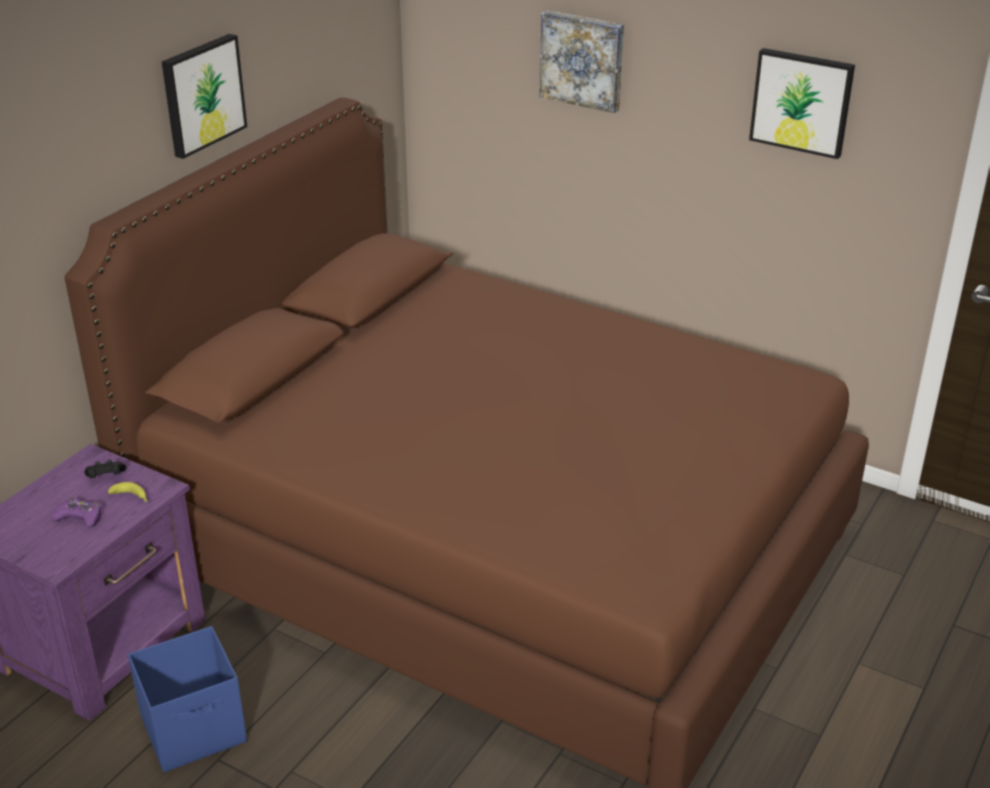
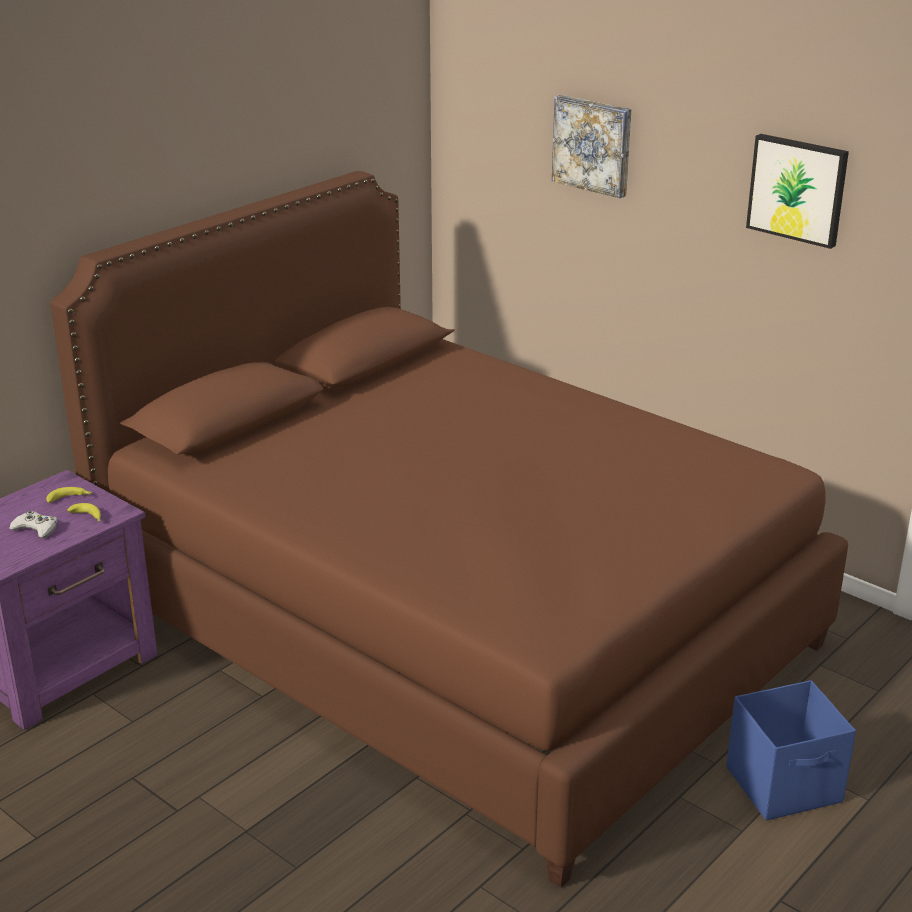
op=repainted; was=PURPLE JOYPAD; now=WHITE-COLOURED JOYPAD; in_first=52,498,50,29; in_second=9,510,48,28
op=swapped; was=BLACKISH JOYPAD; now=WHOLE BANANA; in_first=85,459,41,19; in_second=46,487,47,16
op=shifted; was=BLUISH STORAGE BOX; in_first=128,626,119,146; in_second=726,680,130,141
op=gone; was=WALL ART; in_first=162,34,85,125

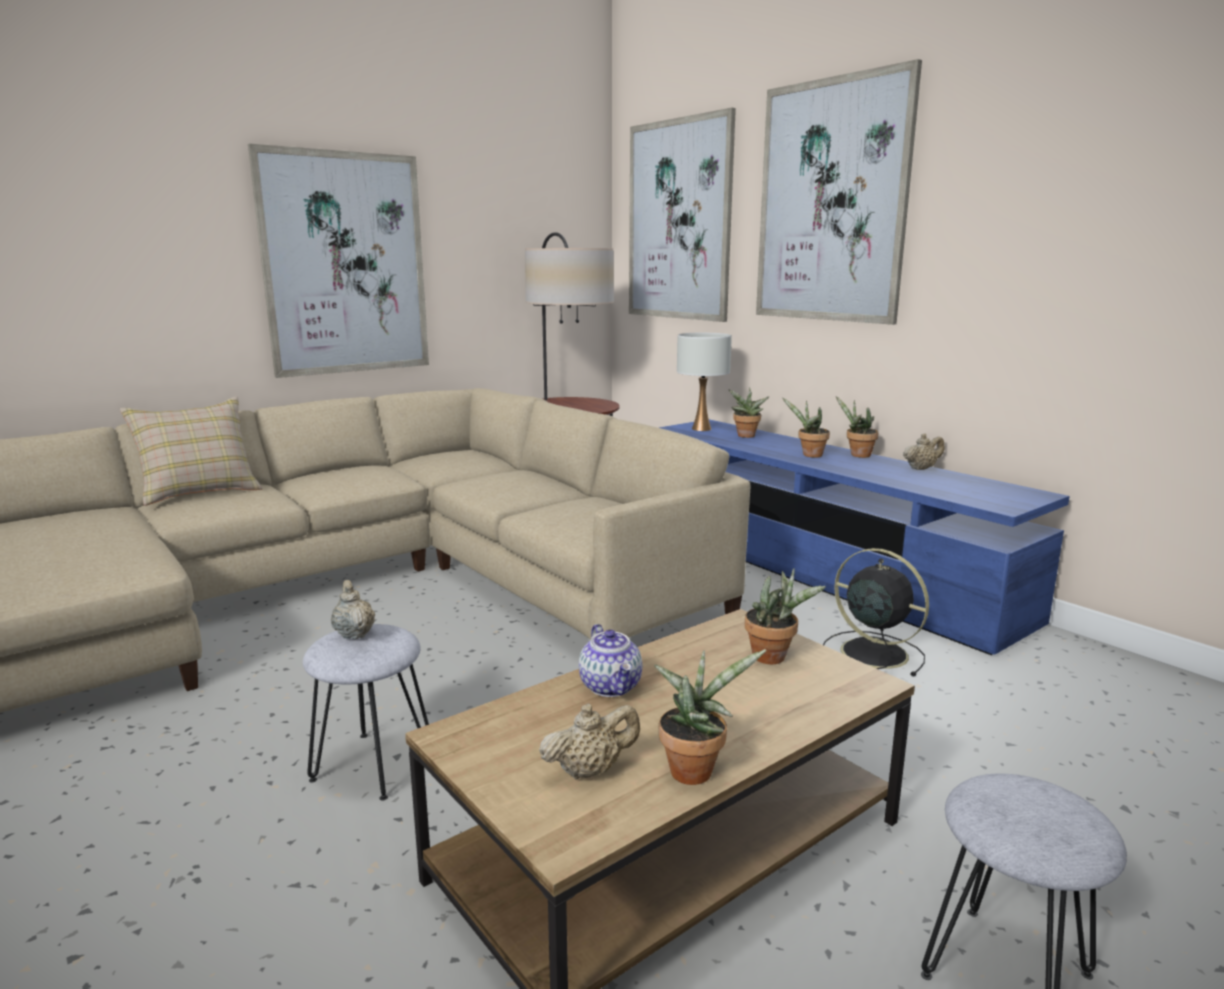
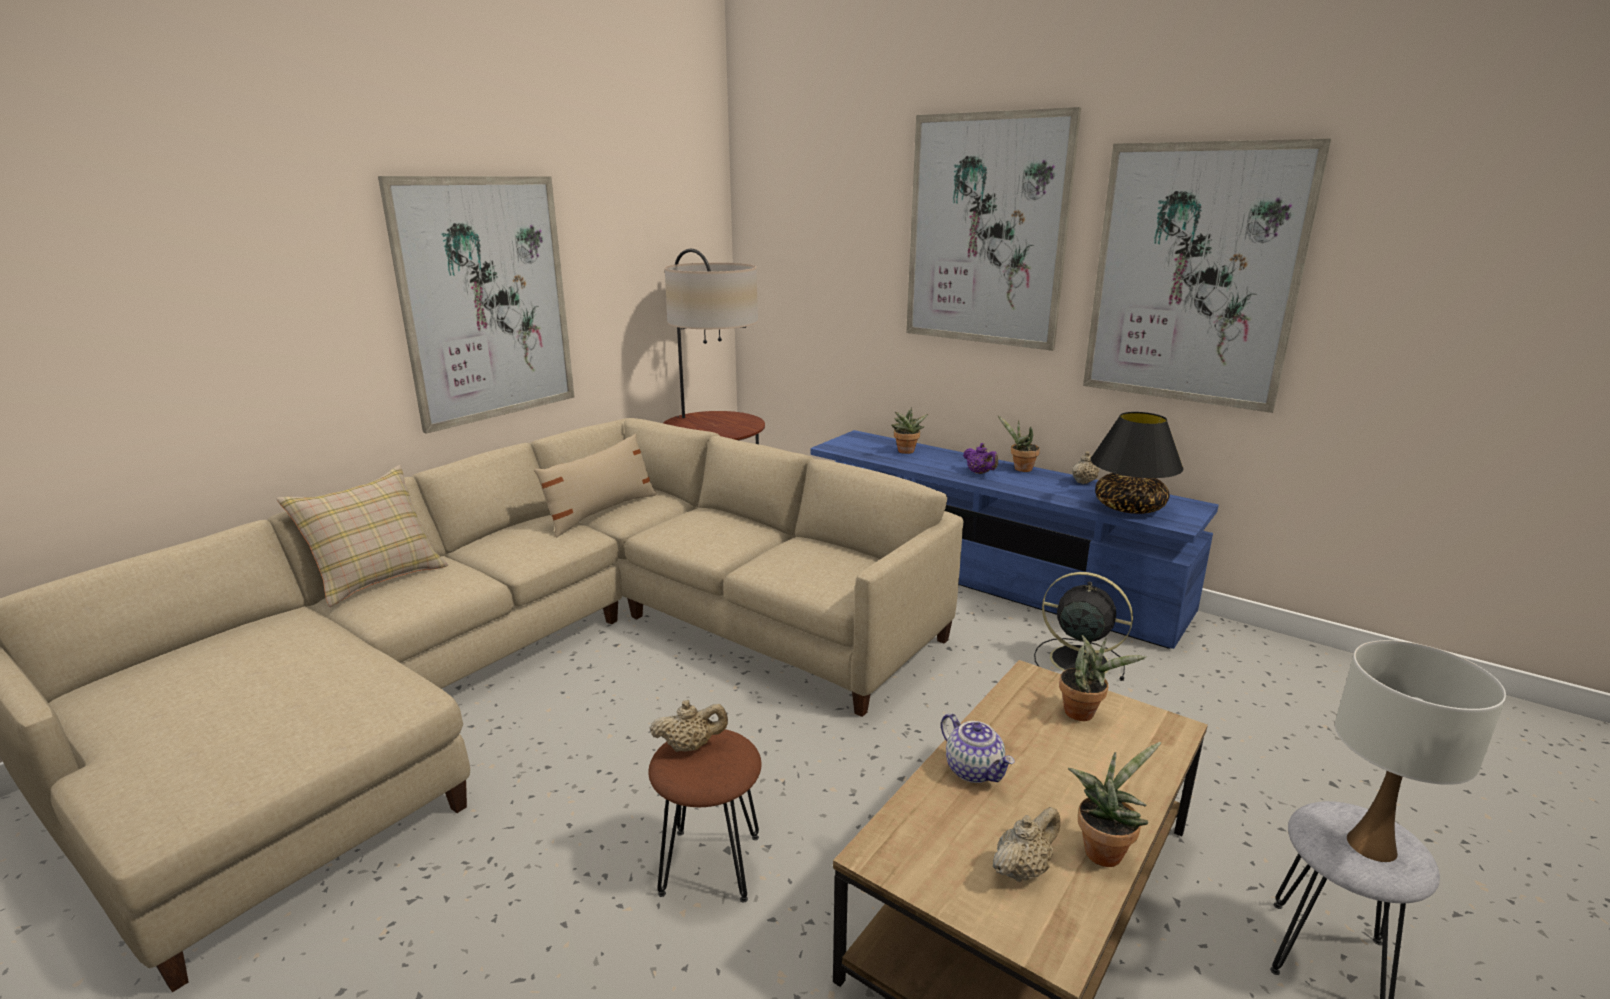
op=repainted; was=GRAY STOOL SEAT; now=BROWNISH STOOL SEAT; in_first=303,624,126,176; in_second=648,729,114,173
op=rotated; was=BEIGE-COLOURED TEAPOT; in_first=331,580,44,59; in_second=650,700,78,52; clockwise=120
op=shifted; was=WALL ART; in_first=629,108,107,214; in_second=1083,138,249,275
op=shifted; was=WHITE-COLOURED TABLETOP LAMP; in_first=677,332,55,99; in_second=1335,640,171,222
op=swapped; was=PLANT IN A POT; now=PURPLE TEAPOT; in_first=782,398,48,60; in_second=963,443,35,31
op=new; now=BEIGE-COLOURED PILLOW; in_second=534,434,123,104
op=new; now=BLACKISH TABLETOP LAMP; in_second=1090,412,94,102

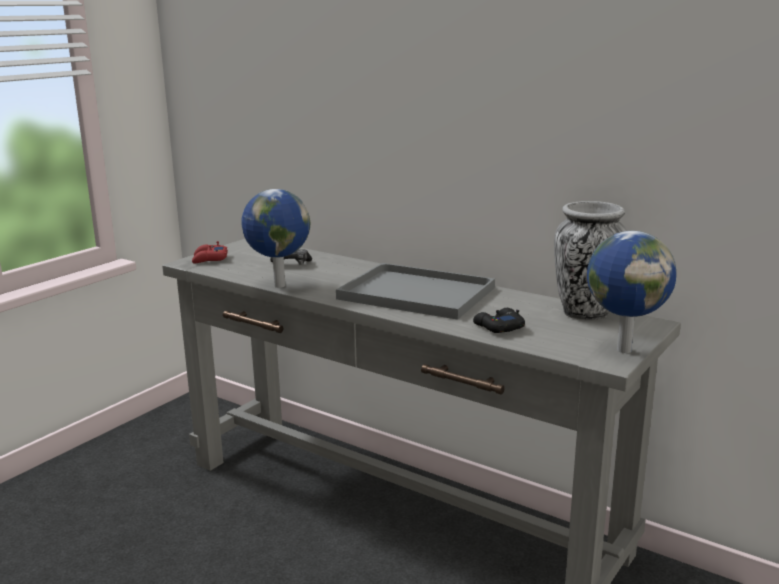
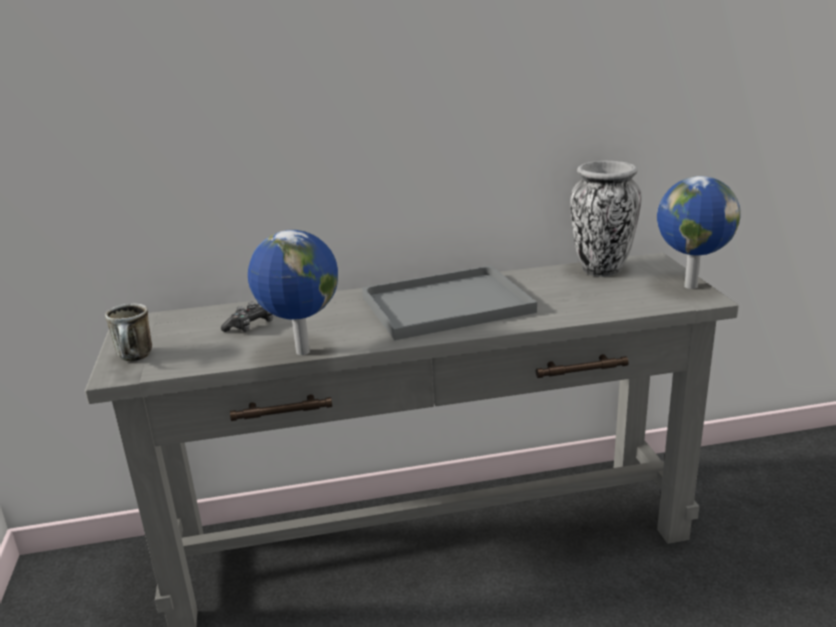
op=swapped; was=RED-COLOURED JOYPAD; now=COFFEE MUG; in_first=192,241,36,23; in_second=105,303,47,58
op=gone; was=BLACKISH JOYPAD; in_first=473,308,52,25

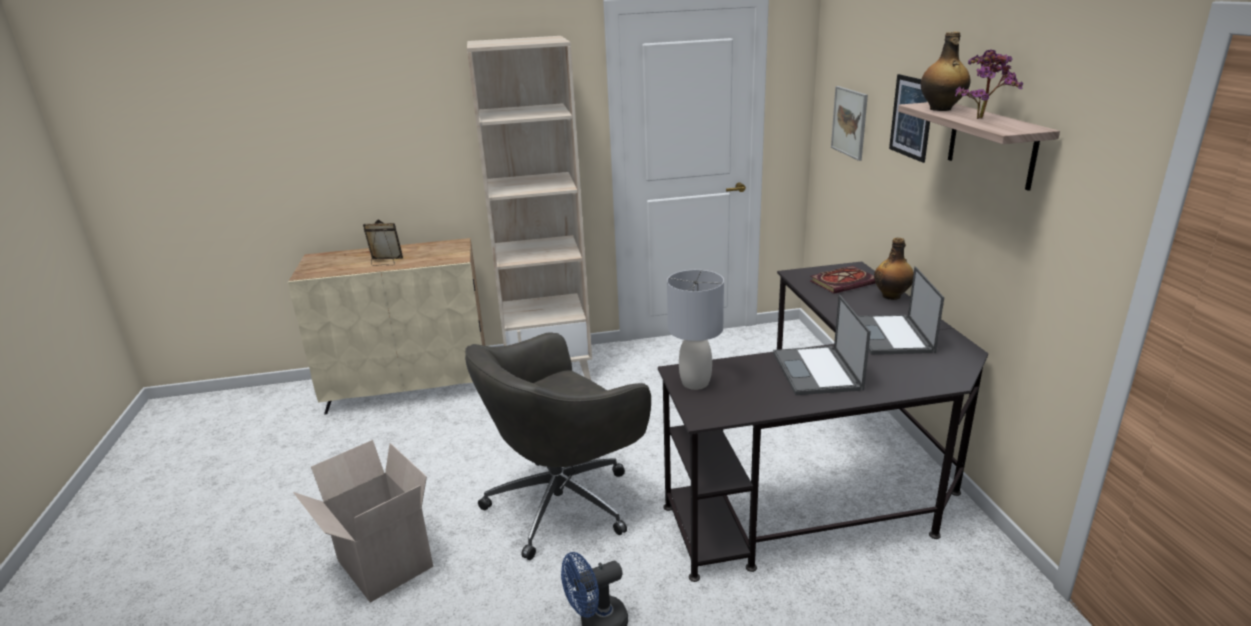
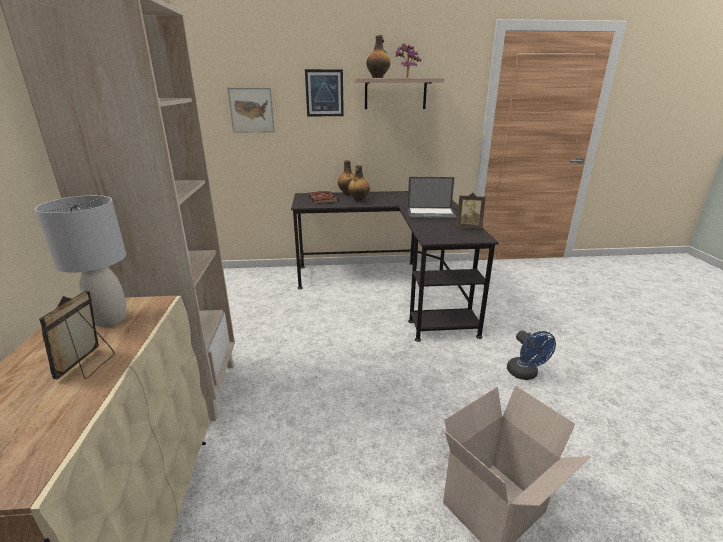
op=gone; was=GRAY OFFICE CHAIR; in_first=465,332,186,228
op=shifted; was=GRAY TABLETOP LAMP; in_first=667,270,57,120; in_second=35,195,91,132
op=gone; was=NOTEBOOK COMPUTER; in_first=858,266,86,89
op=new; now=BEVERAGE BOTTLE; in_second=348,165,22,37
op=new; now=STANDING FRAME; in_second=456,193,30,36

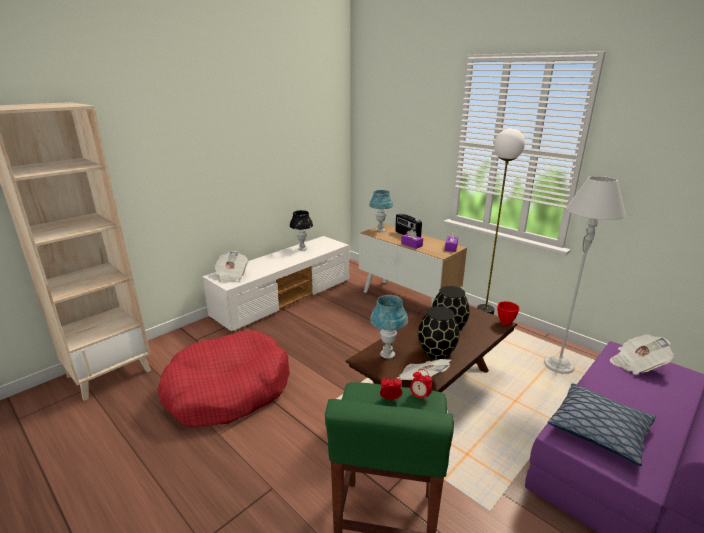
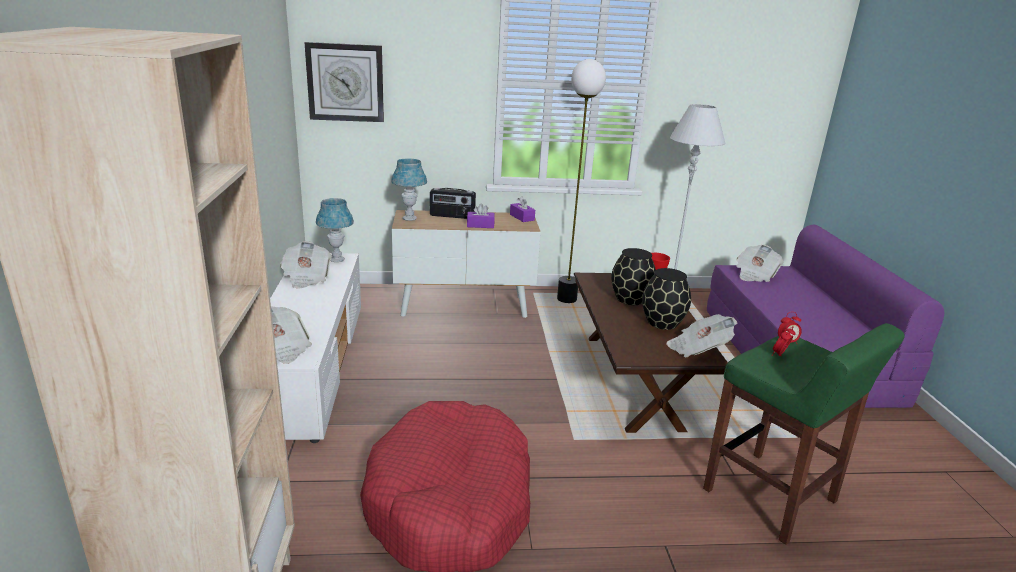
op=swapped; was=BLACKISH TABLETOP LAMP; now=DAILY PAPER; in_first=290,210,23,41; in_second=280,241,52,48
op=shifted; was=BLUISH TABLETOP LAMP; in_first=370,295,38,64; in_second=316,198,38,64
op=gone; was=PILLOW; in_first=548,383,108,83
op=new; now=WALL CLOCK; in_second=304,42,80,80

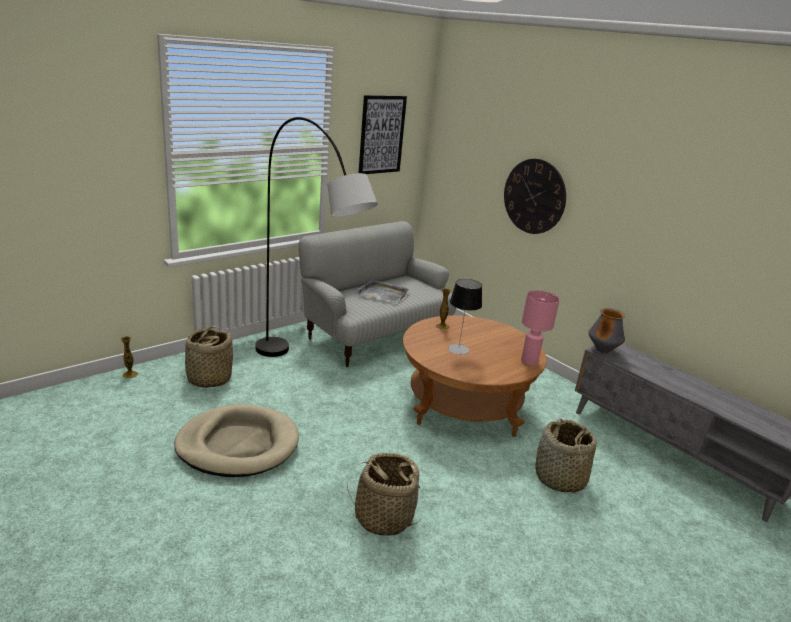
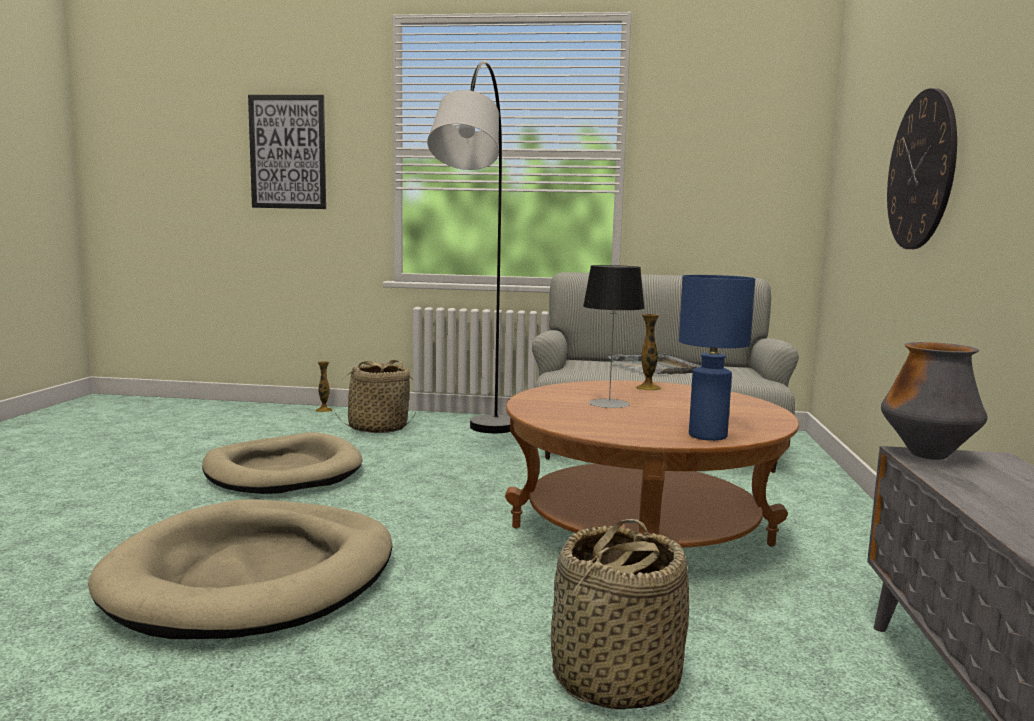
op=swapped; was=HOUSEHOLD BASKET; now=BEIGE-COLOURED DOG BED; in_first=347,453,76,83; in_second=88,499,304,140
op=shifted; was=WALL ART; in_first=359,95,48,79; in_second=248,95,78,114
op=repainted; was=PINKISH TABLETOP LAMP; now=BLUISH TABLETOP LAMP; in_first=521,290,39,76; in_second=679,275,76,166

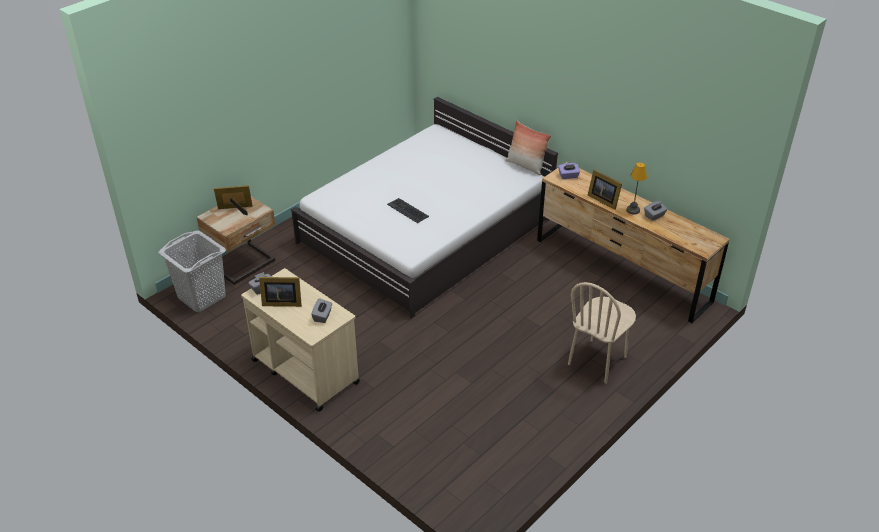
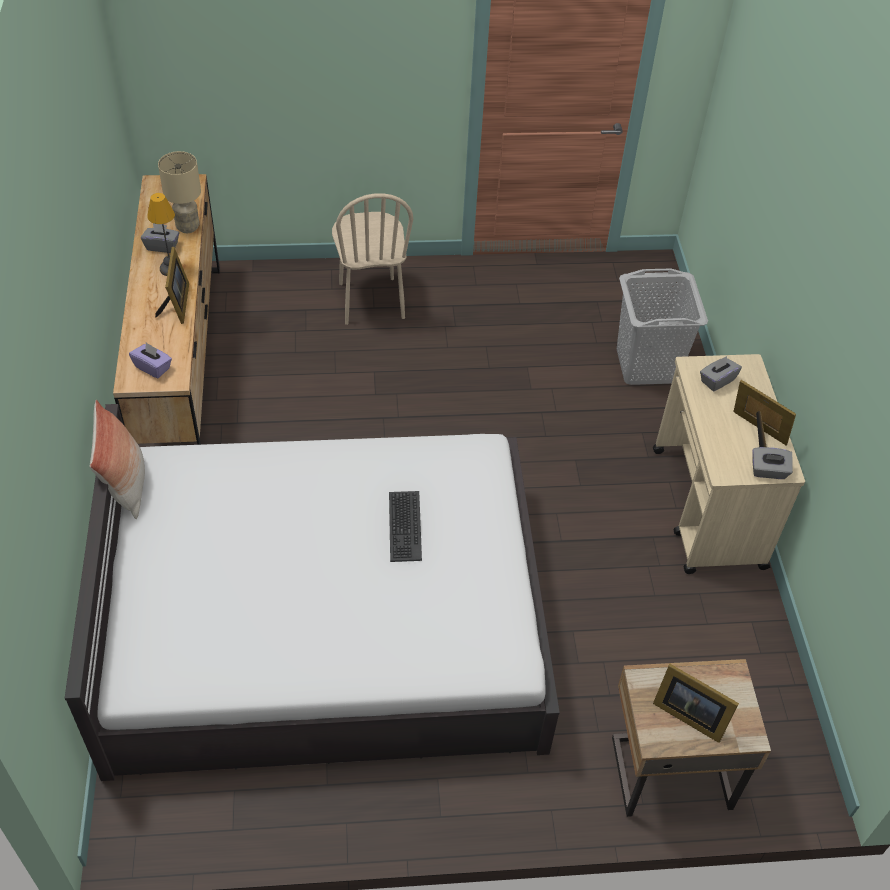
op=shifted; was=GRAY HAMPER; in_first=158,231,68,81; in_second=617,268,91,117
op=rotated; was=BEIGE-COLOURED UPRIGHT CHAIR; in_first=568,282,68,102; in_second=332,193,81,132; clockwise=90
op=new; now=BEIGE-COLOURED TABLETOP LAMP; in_second=158,151,43,82

